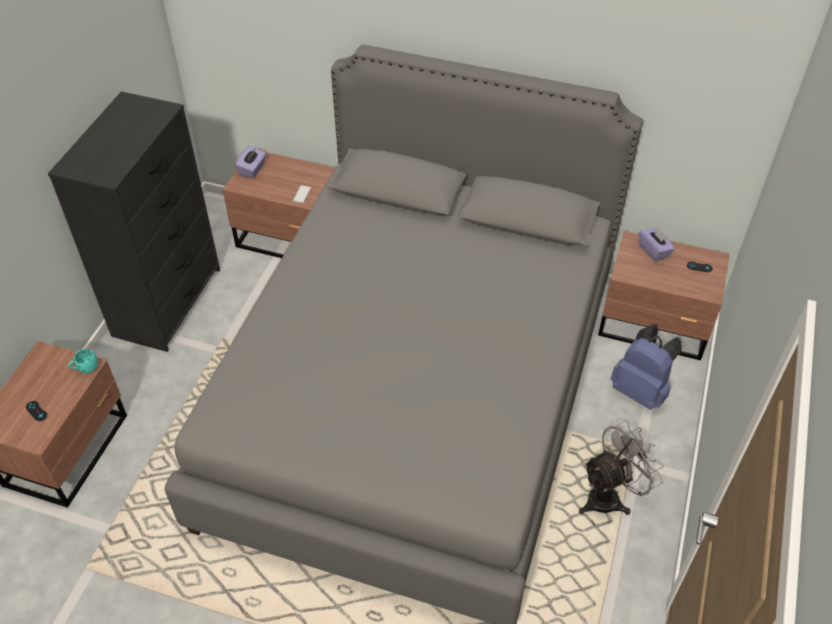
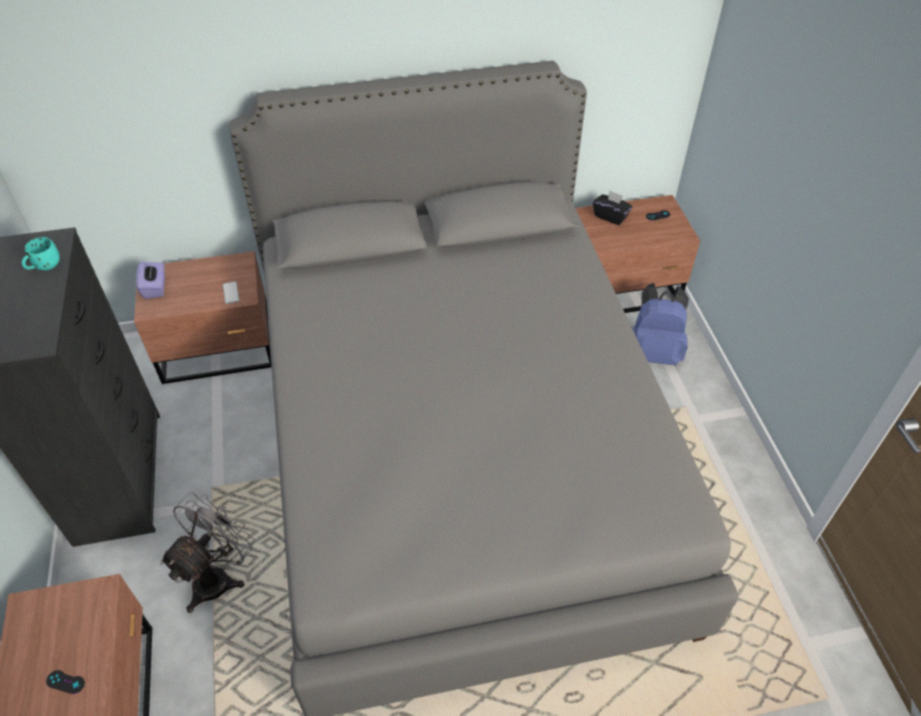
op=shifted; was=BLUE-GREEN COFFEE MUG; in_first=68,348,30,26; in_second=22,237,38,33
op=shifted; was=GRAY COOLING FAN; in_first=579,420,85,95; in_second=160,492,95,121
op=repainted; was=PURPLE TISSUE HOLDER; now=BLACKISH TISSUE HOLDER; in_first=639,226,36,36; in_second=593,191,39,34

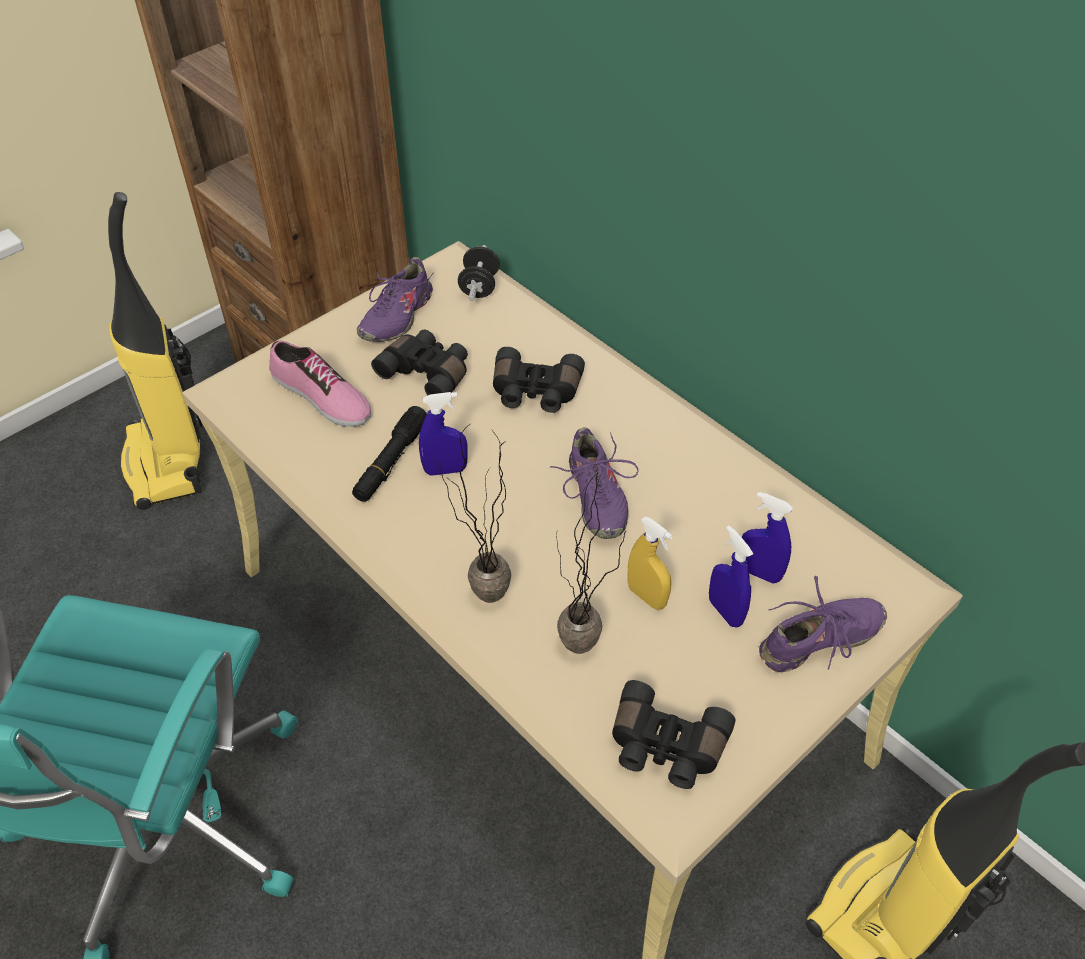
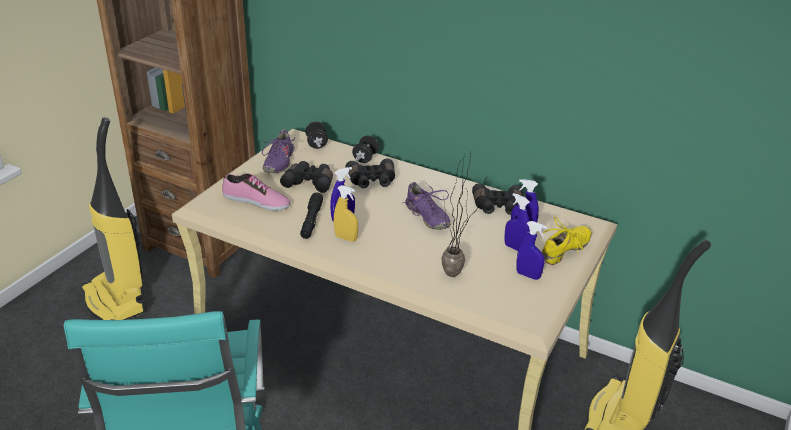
op=gone; was=PLANT IN A POT; in_first=434,424,77,179
op=shifted; was=BLACKISH PAIR OF BINOCULARS; in_first=612,680,124,109; in_second=472,183,51,32
op=shifted; was=YELLOWISH HAND SPRAYER; in_first=628,516,45,94; in_second=334,185,24,57
op=repainted; was=PURPLE LOW SHOE; now=YELLOWISH LOW SHOE; in_first=759,576,128,96; in_second=540,217,52,48
op=new; now=BLACKISH DUMBBELL; in_second=352,135,27,28
op=new; now=BLUISH HAND SPRAYER; in_second=516,221,31,59

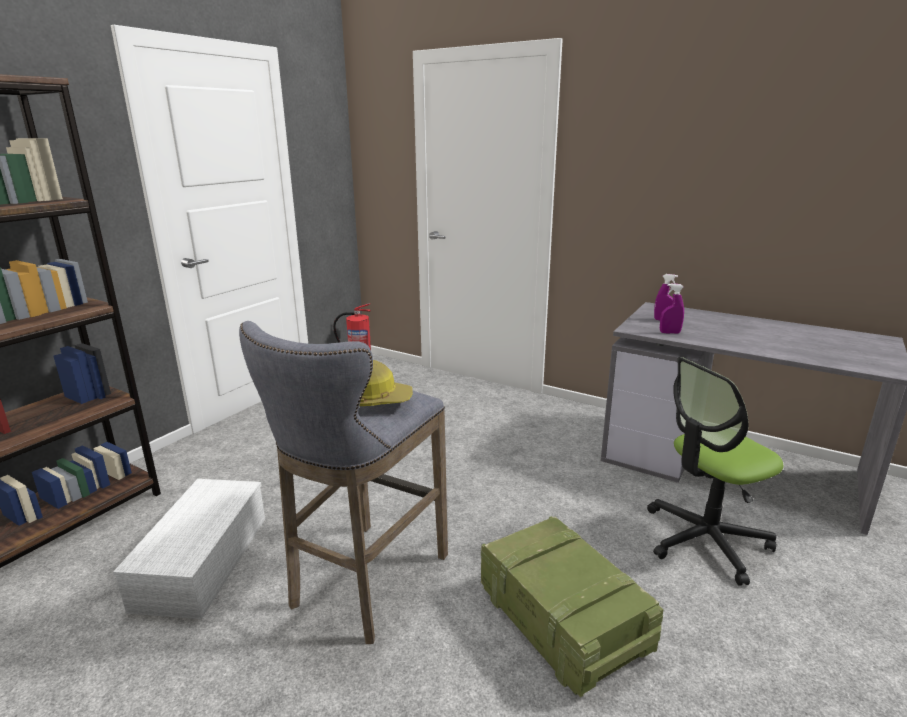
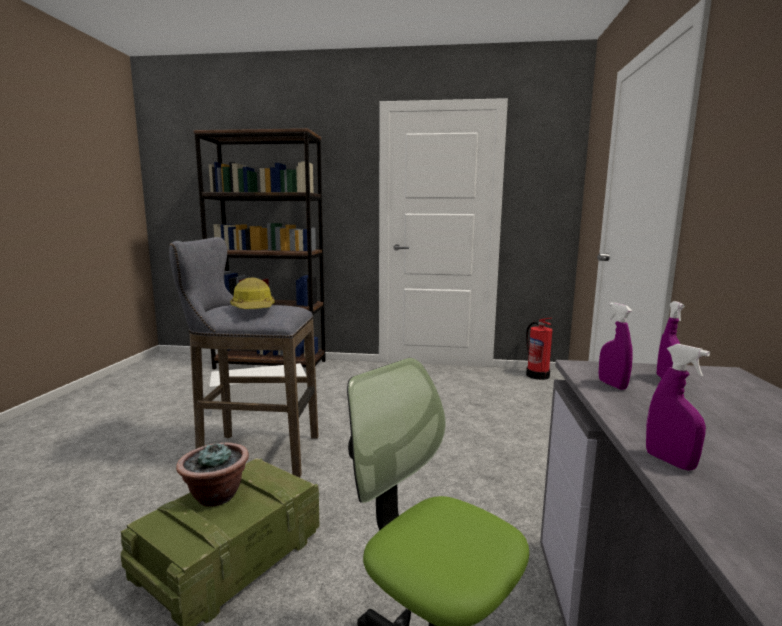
op=new; now=PLANT IN A POT; in_second=176,441,73,66
op=new; now=PURPLE HAND SPRAYER; in_second=646,344,64,127

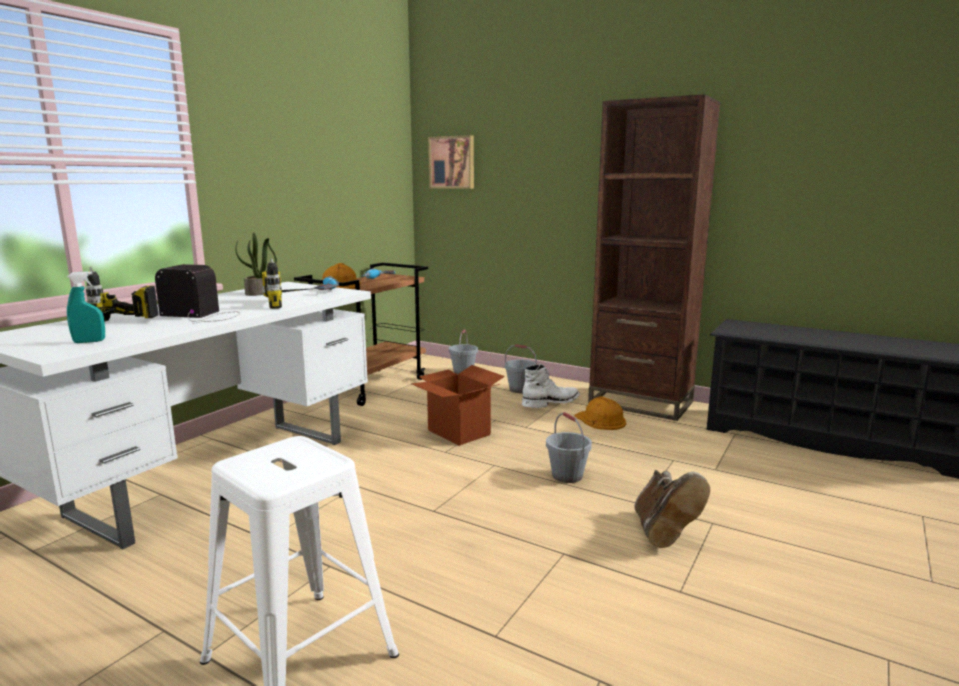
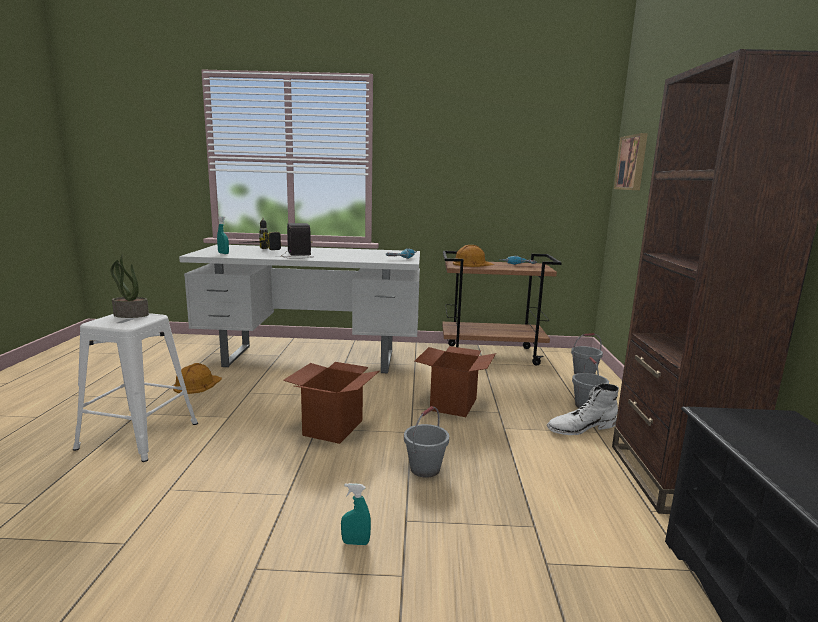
op=shifted; was=PLANT IN A POT; in_first=235,232,42,64; in_second=110,254,39,64
op=gone; was=DRILL; in_first=262,258,57,51
op=rotated; was=WHITE-COLOURED HIGH-TOP BOOT; in_first=522,364,58,44; in_second=547,383,72,52; clockwise=135
op=shifted; was=ORANGE HARD HAT; in_first=575,396,51,34; in_second=173,363,49,31
op=swapped; was=BROWNISH HIGH-TOP BOOT; now=BLUE-GREEN HAND SPRAYER; in_first=634,470,76,78; in_second=341,483,30,62
op=new; now=PACKING BOX; in_second=283,362,97,82

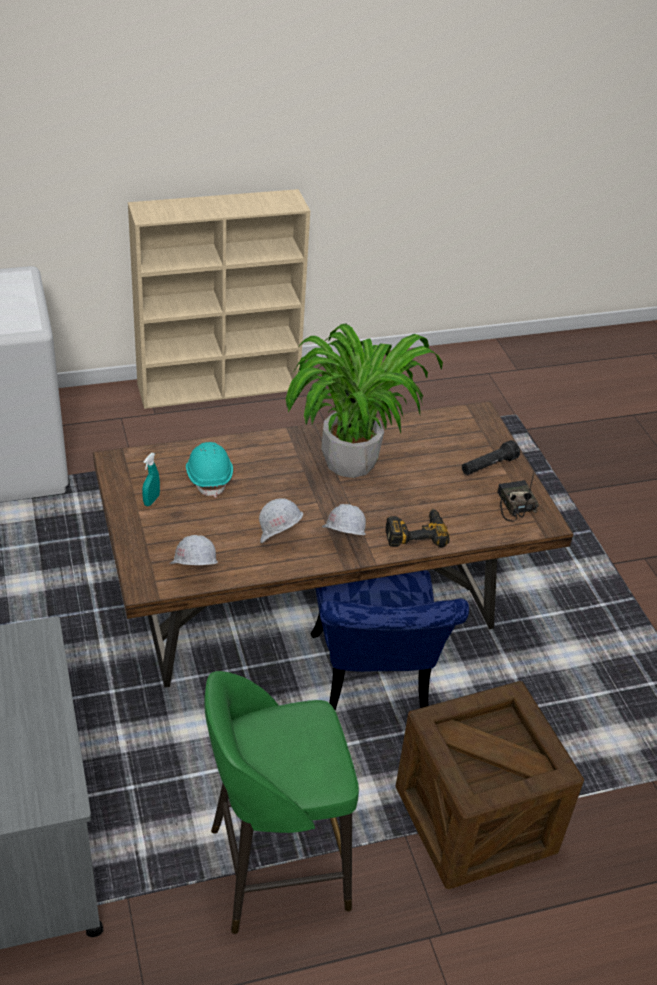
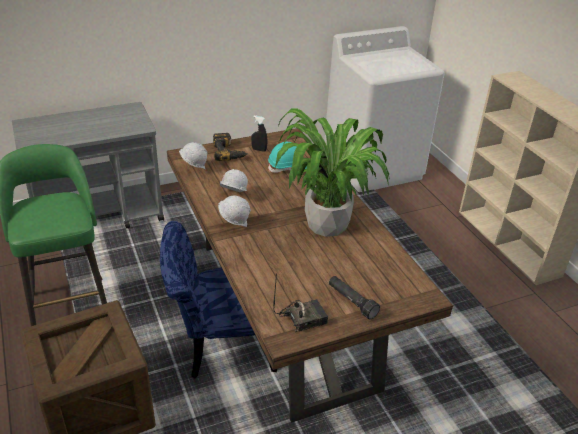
op=repainted; was=BLUE-GREEN HAND SPRAYER; now=BLACKISH HAND SPRAYER; in_first=142,453,18,53; in_second=251,116,16,36
op=shifted; was=DRILL; in_first=386,508,64,39; in_second=213,133,35,28

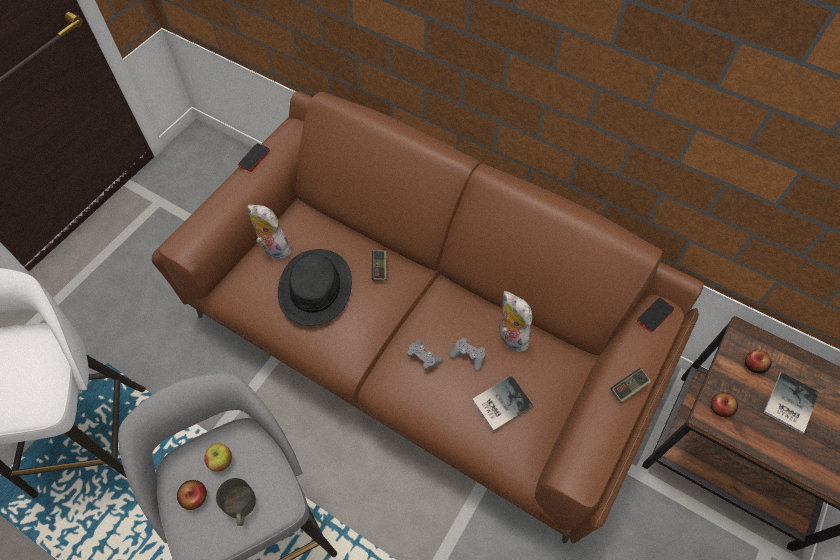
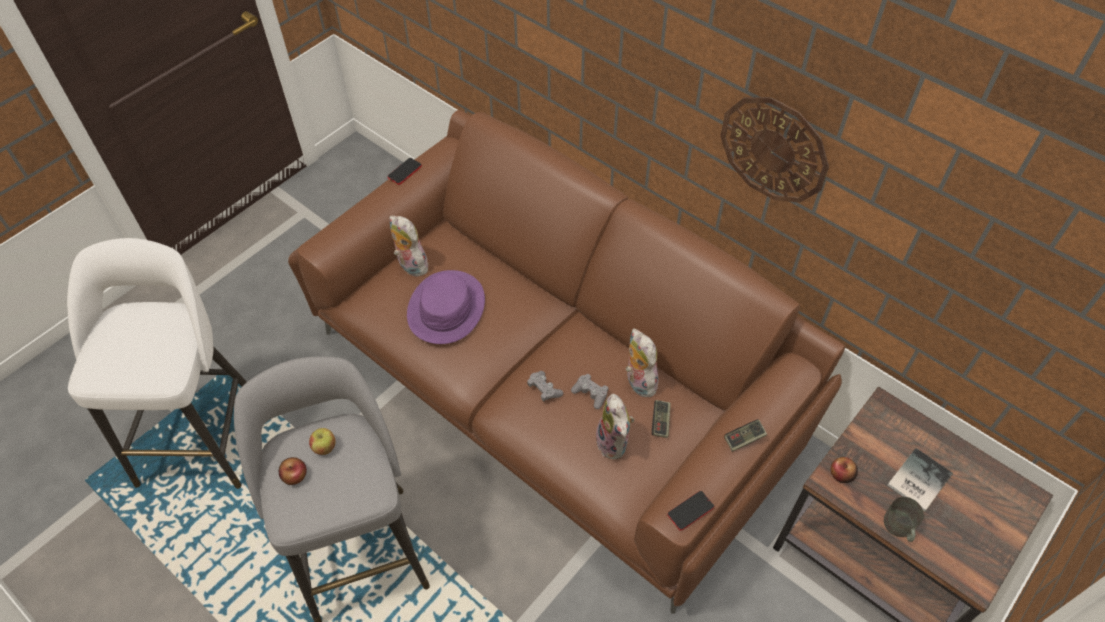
op=shifted; was=GRAY COFFEE MUG; in_first=216,478,40,48; in_second=884,497,40,45
op=repainted; was=BLACKISH WEARABLE HAT; now=PURPLE WEARABLE HAT; in_first=278,249,74,77; in_second=407,270,78,74
op=shifted; was=JOYPAD; in_first=372,250,15,31; in_second=652,400,19,38
op=swapped; was=BOUND BOOK; now=PLUSH TOY; in_first=472,376,61,55; in_second=596,394,38,65
op=shifted; was=TELEPHONE; in_first=637,298,37,34; in_second=667,491,47,40
op=gone; was=APPLE FRUIT; in_first=745,350,27,24
op=new; now=WALL CLOCK; in_second=720,97,109,105

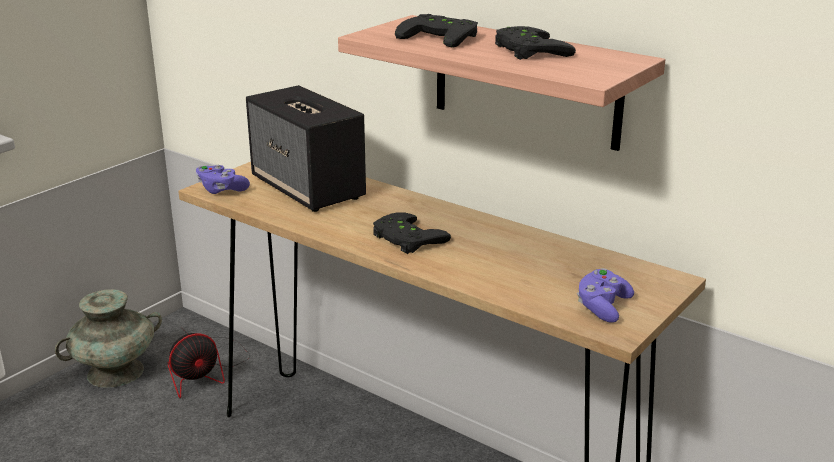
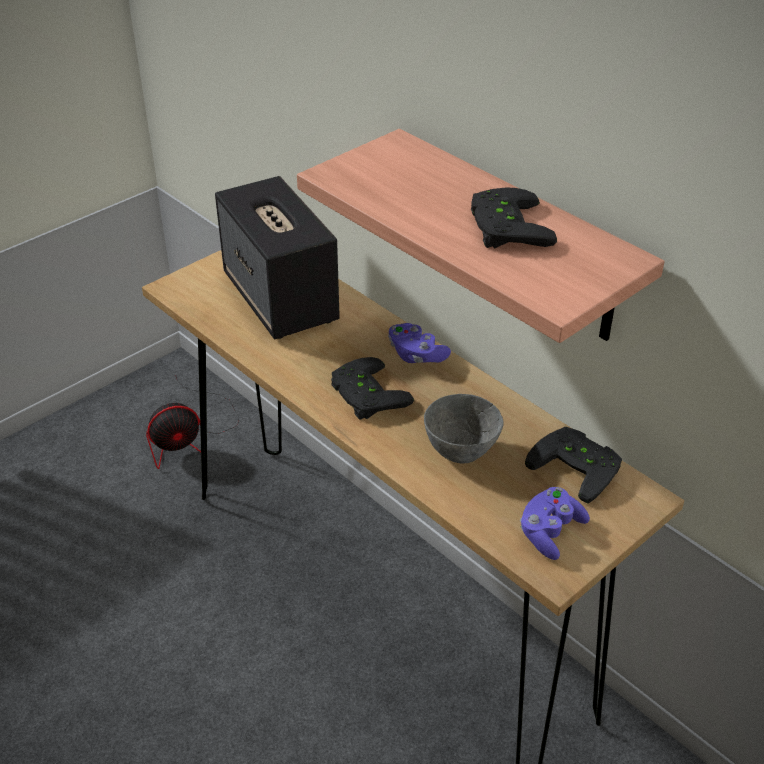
op=gone; was=BLUE-GREEN FLOWER VASE; in_first=55,289,107,99
op=shifted; was=PURPLE JOYPAD; in_first=196,165,54,29; in_second=388,323,63,40
op=shifted; was=BLACKISH JOYPAD; in_first=395,14,83,34; in_second=525,427,97,77
op=new; now=GRAY DEEP DISH; in_second=424,394,80,69

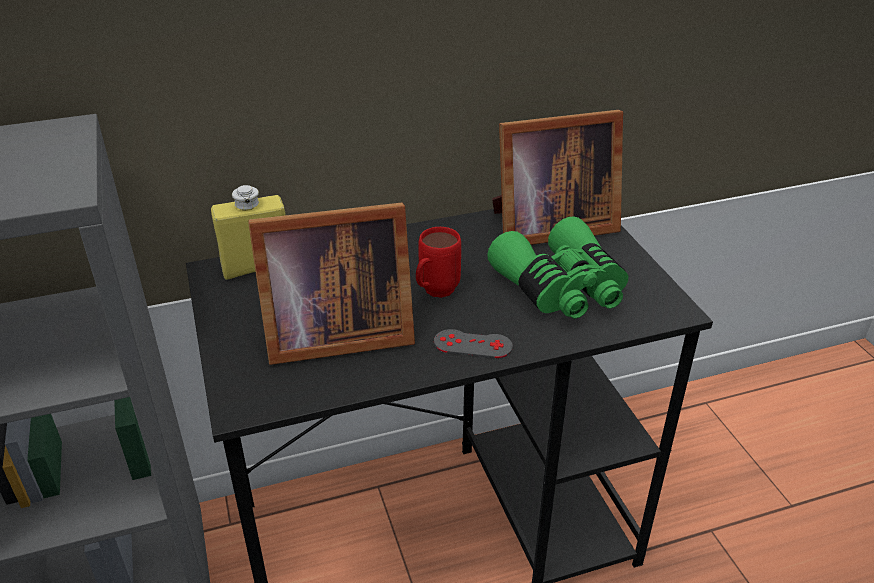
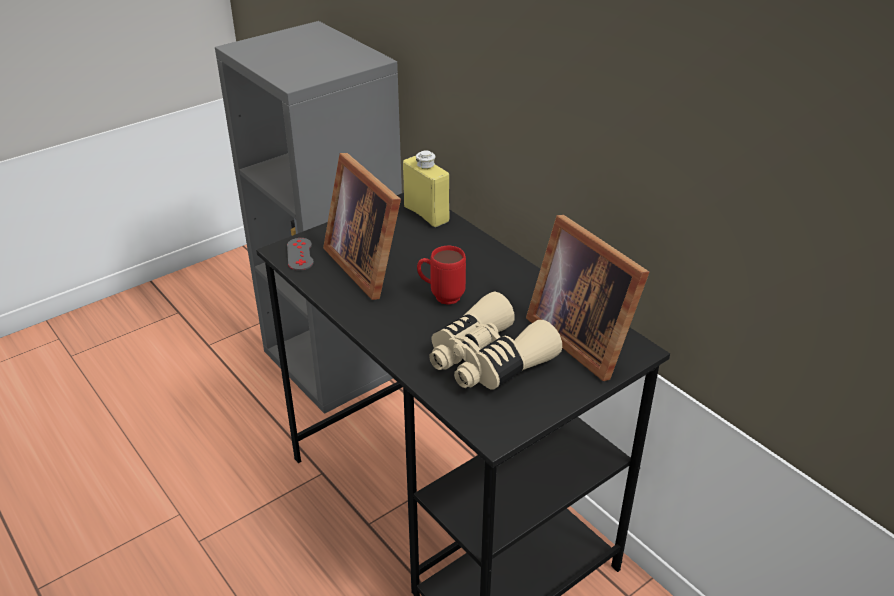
op=shifted; was=GRAY JOYPAD; in_first=434,329,79,29; in_second=287,238,27,33
op=repainted; was=GREEN PAIR OF BINOCULARS; now=BEIGE-COLOURED PAIR OF BINOCULARS; in_first=487,216,141,103; in_second=429,291,133,99

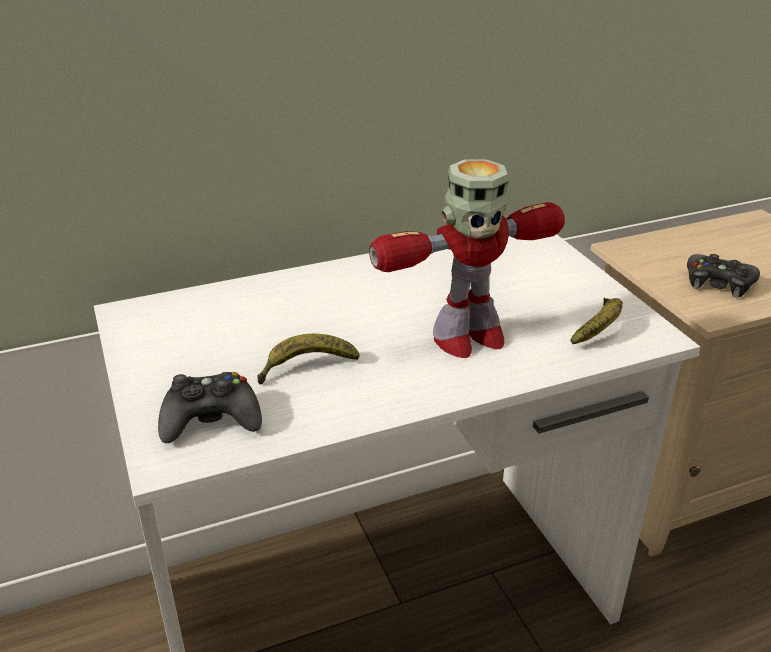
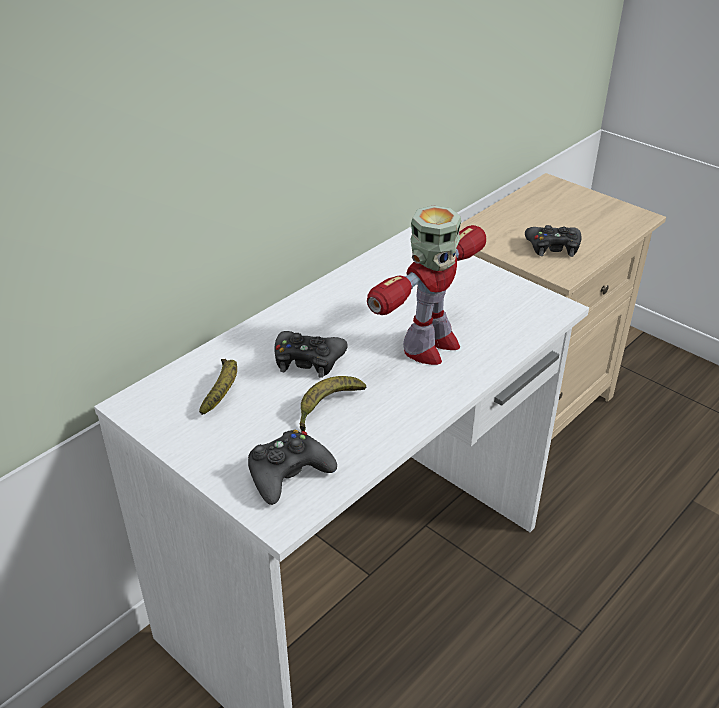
op=shifted; was=WHOLE BANANA; in_first=571,298,52,46; in_second=199,359,38,56
op=new; now=BLACKISH JOYPAD; in_second=274,331,74,47

